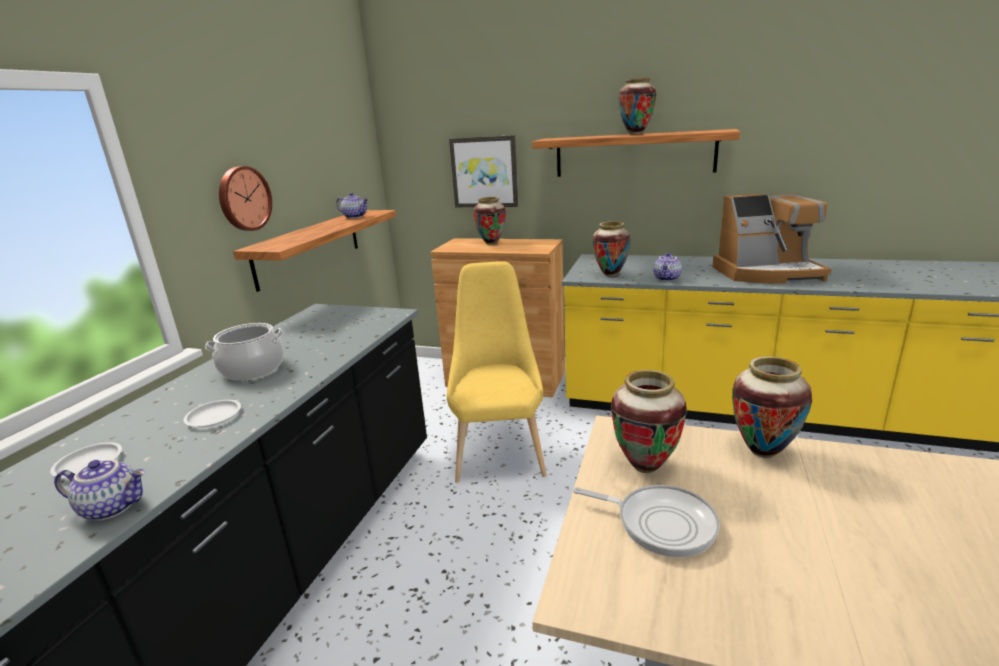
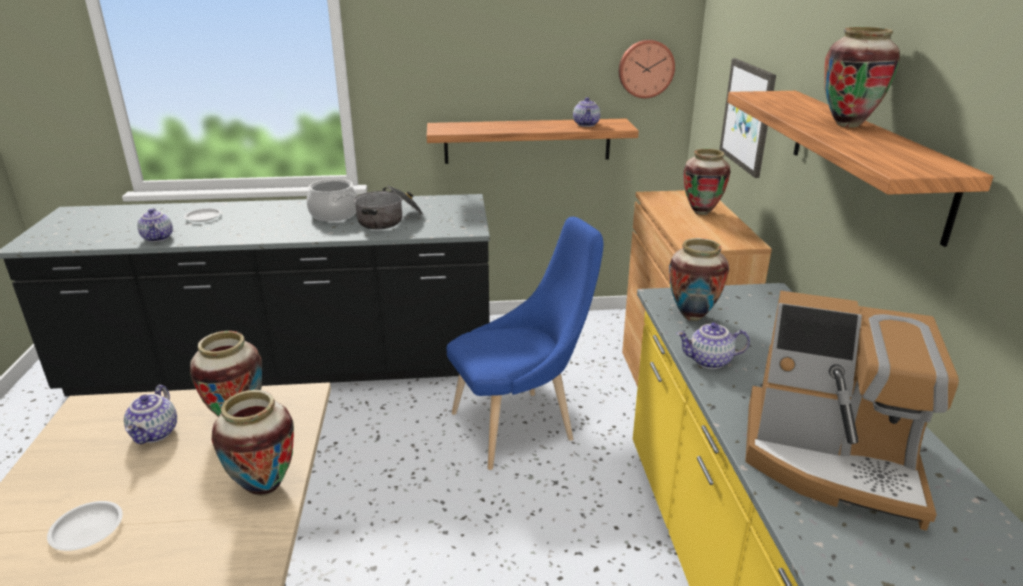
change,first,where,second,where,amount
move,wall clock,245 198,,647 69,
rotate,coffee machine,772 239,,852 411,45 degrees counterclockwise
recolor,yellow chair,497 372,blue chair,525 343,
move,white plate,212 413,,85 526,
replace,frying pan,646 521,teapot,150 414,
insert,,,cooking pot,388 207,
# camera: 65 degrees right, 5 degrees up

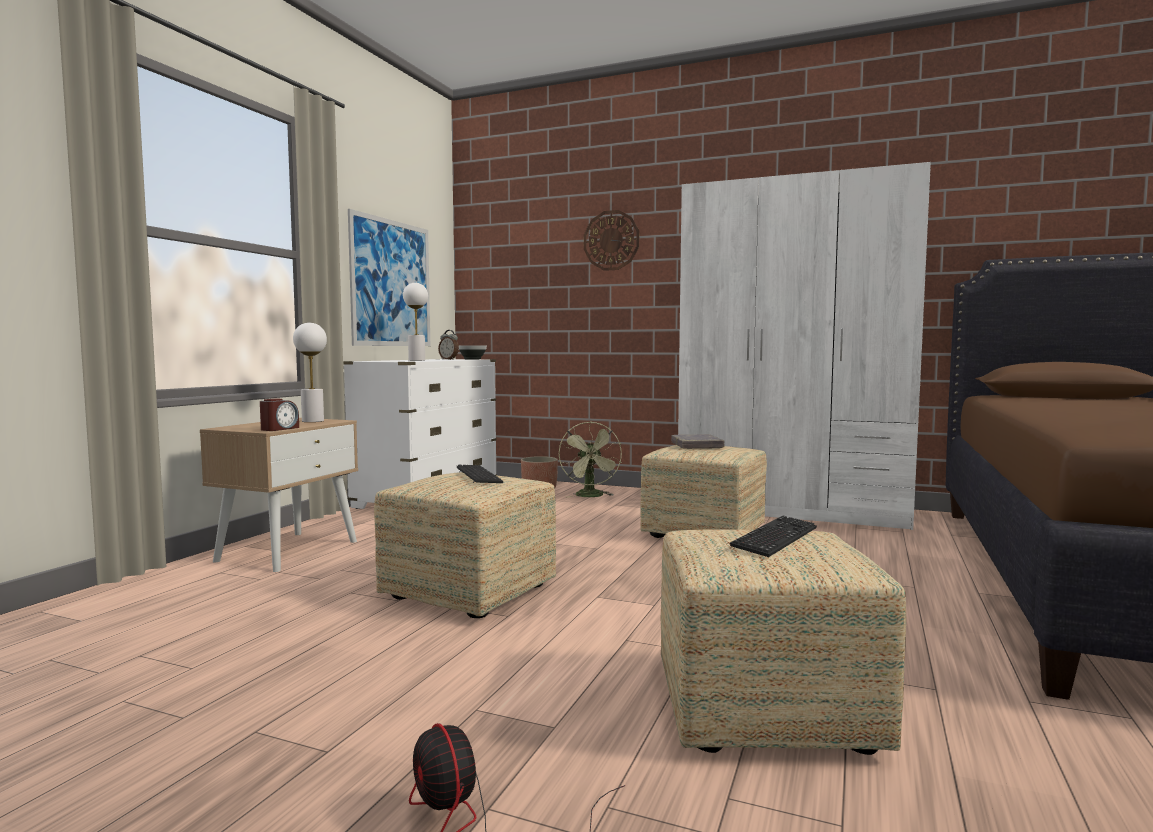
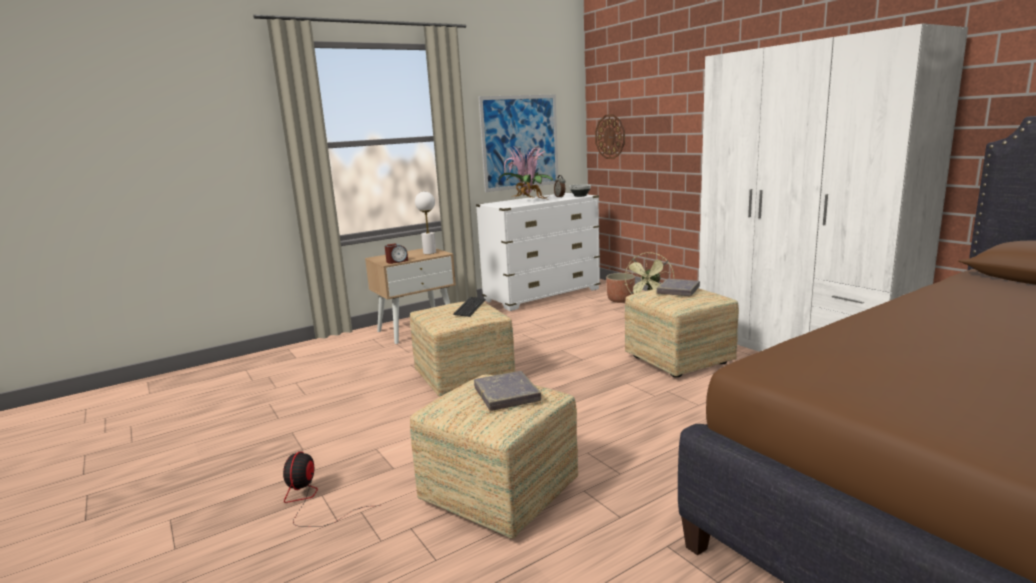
change,first,where,second,where,amount
move,wall clock,611 240,,610 136,
replace,white table lamp,415 322,potted plant,526 172,
replace,keyboard,773 536,grey book,507 391,
# camera: 35 degrees right, 10 degrees up

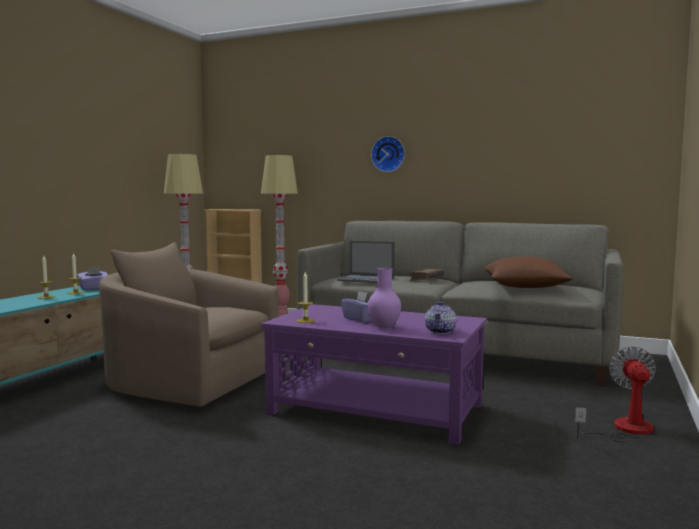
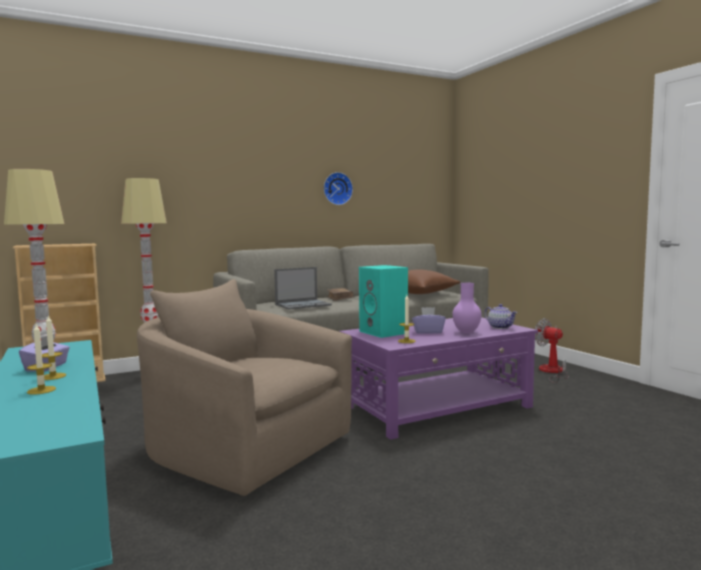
change,first,where,second,where,amount
move,wall clock,388 154,,338 188,
rotate,beige armchair,189 324,,244 387,60 degrees clockwise
insert,,,turquoise speaker,383 301,
# camera: 50 degrees left, 0 degrees up

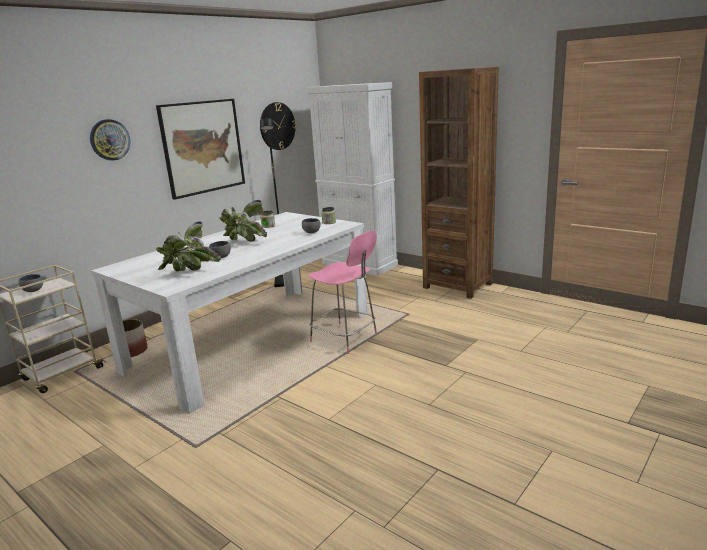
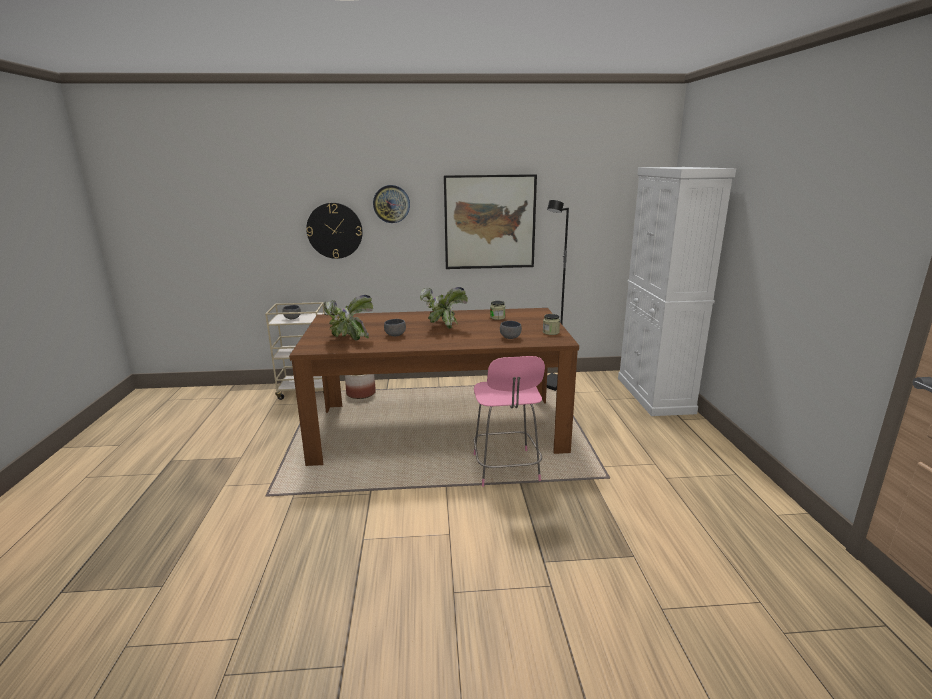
change,first,where,second,where,amount
delete,brown bookcase,459 183,,,
move,wall clock,278 126,,334 231,
recolor,white dining table,229 313,brown dining table,434 387,
# camera: 45 degrees right, 0 degrees up

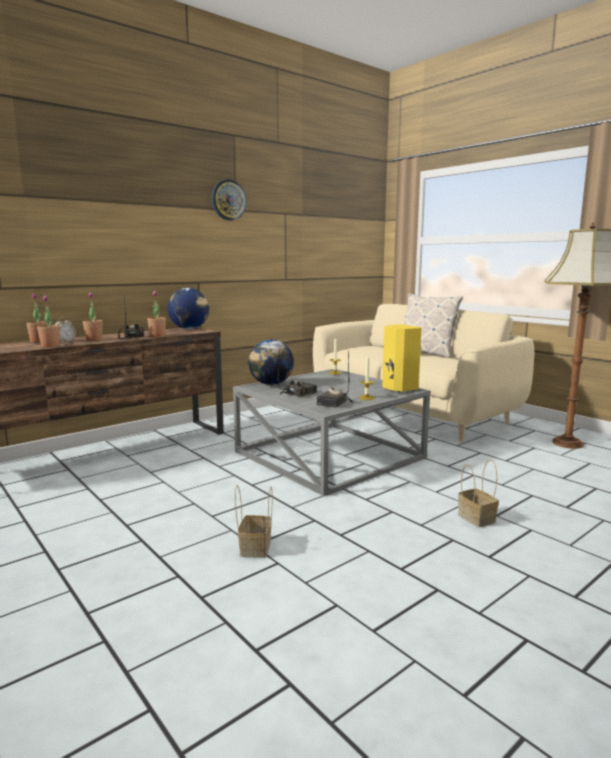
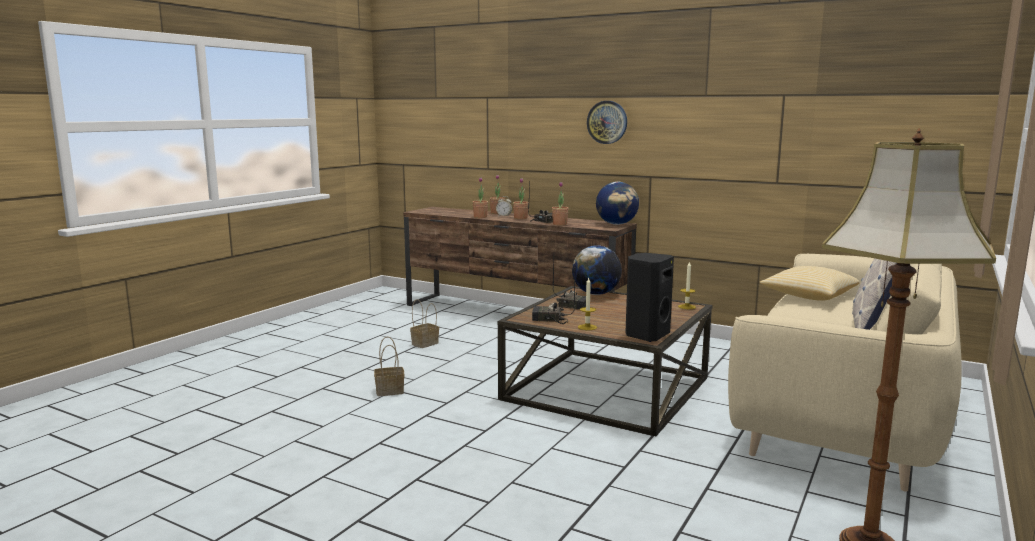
change,first,where,second,where,amount
move,wall clock,229 200,,607 122,
recolor,yellow speaker,402 358,black speaker,649 297,
recolor,grey coffee table,332 432,brown coffee table,605 361,
move,basket,478 493,,424 323,
insert,,,pillow,810 283,
# camera: 70 degrees right, 0 degrees up

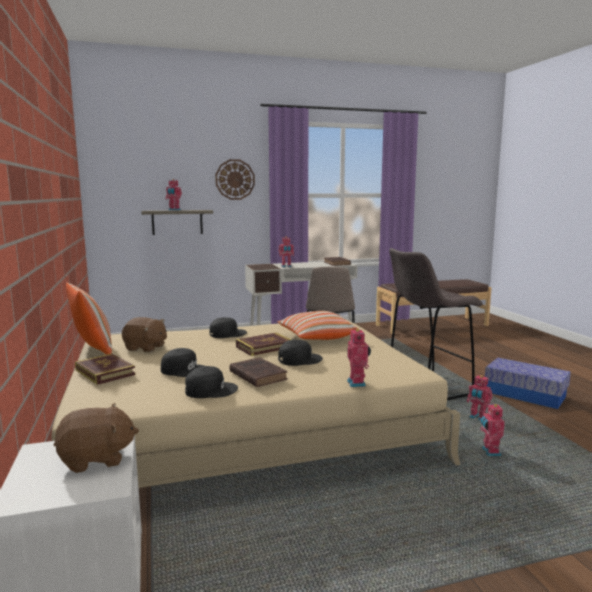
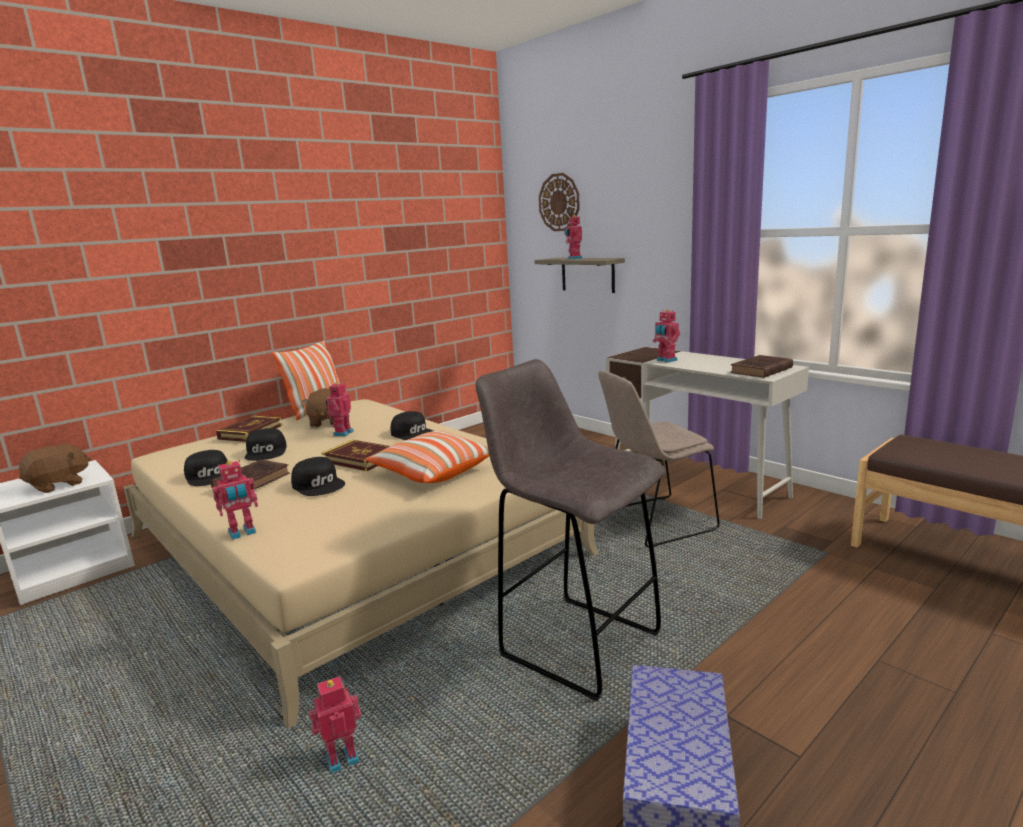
change,first,where,second,where,amount
move,wall clock,235 179,,559 202,
move,toy robot,480 397,,340 408,
rotate,brown plush toy,96 438,,55 468,90 degrees counterclockwise
# camera: 65 degrees right, 5 degrees up

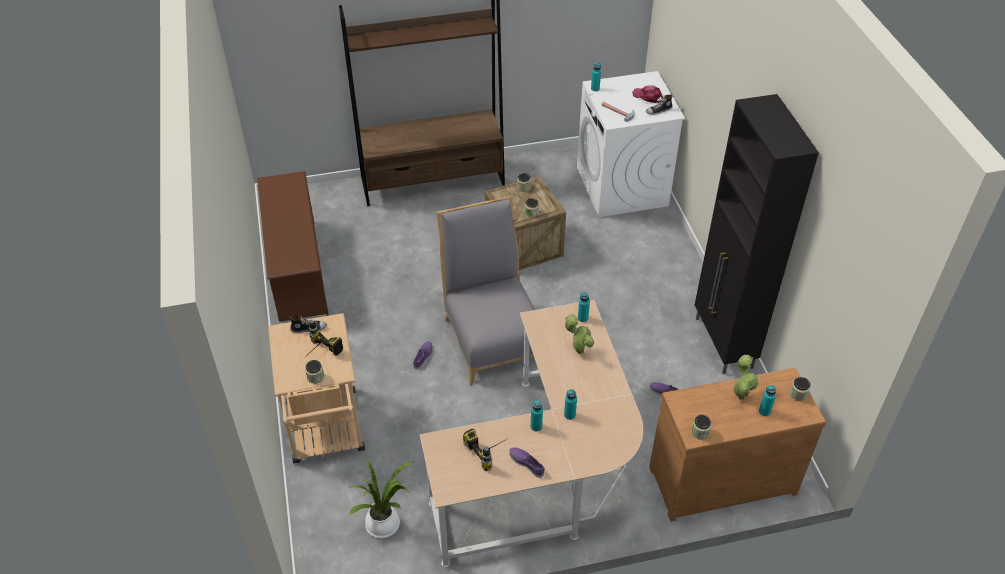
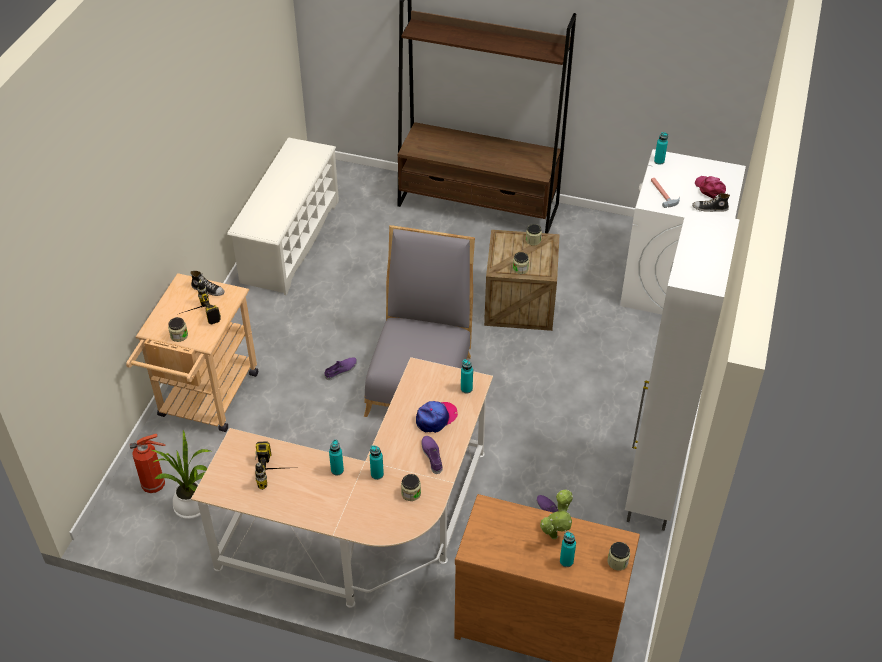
change,first,where,second,where,amount
recolor,black cabinet,757 234,white cabinet,682 370,
recolor,brown shoe rack,293 246,white shoe rack,283 216,
replace,potted plant,579 334,cap,437 417,
move,jar,701 427,,411 487,
move,purple shoe,527 462,,432 455,
insert,,,fire extinguisher,147 463,
# camera: 30 degrees right, 0 degrees up

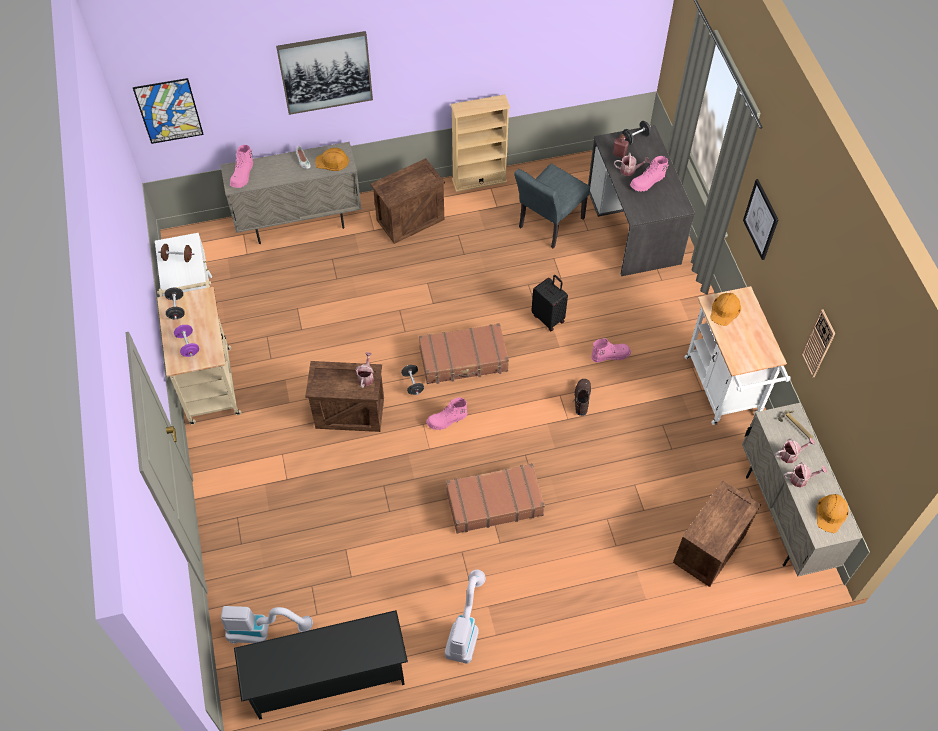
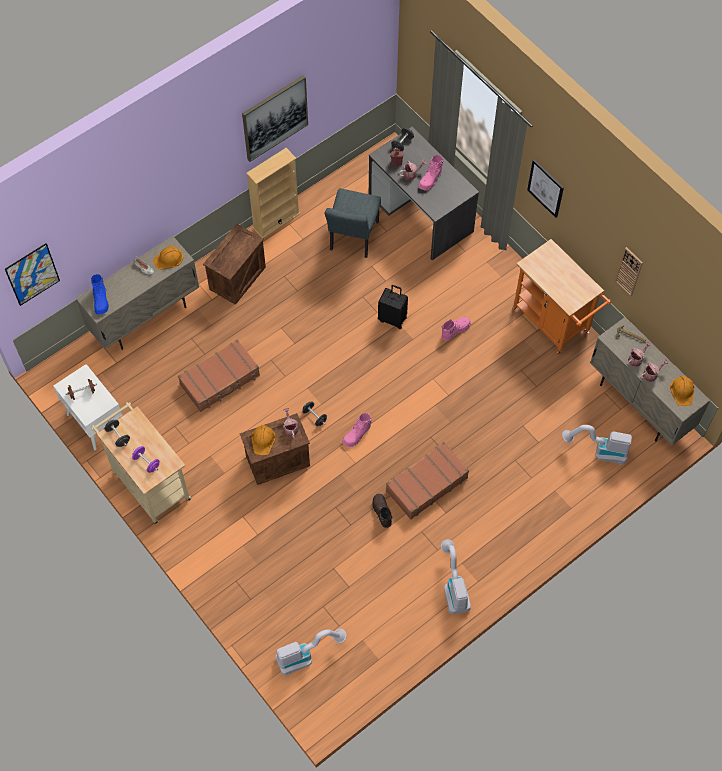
change,first,where,second,where,amount
move,picture,324 73,,275 118,
recolor,pink boot,241 166,blue boot,100 294,
recolor,white cart,737 355,orange cart,561 297,
move,orange hard hat,725 309,,264 440,
move,brown suitcase,464 353,,219 375,
move,brown boot,582 397,,382 511,
replace,crate,717 533,vacuum cleaner,597 445,
delete,black shoe rack,321 665,,,
# camera: 25 degrees left, 5 degrees up

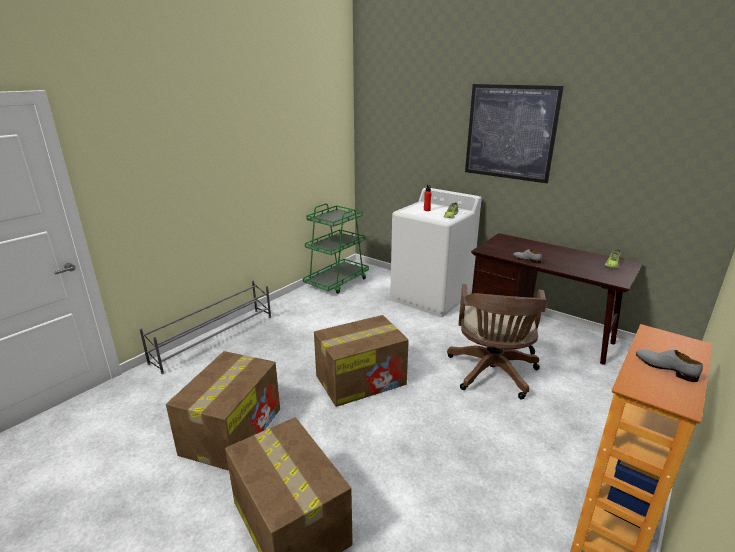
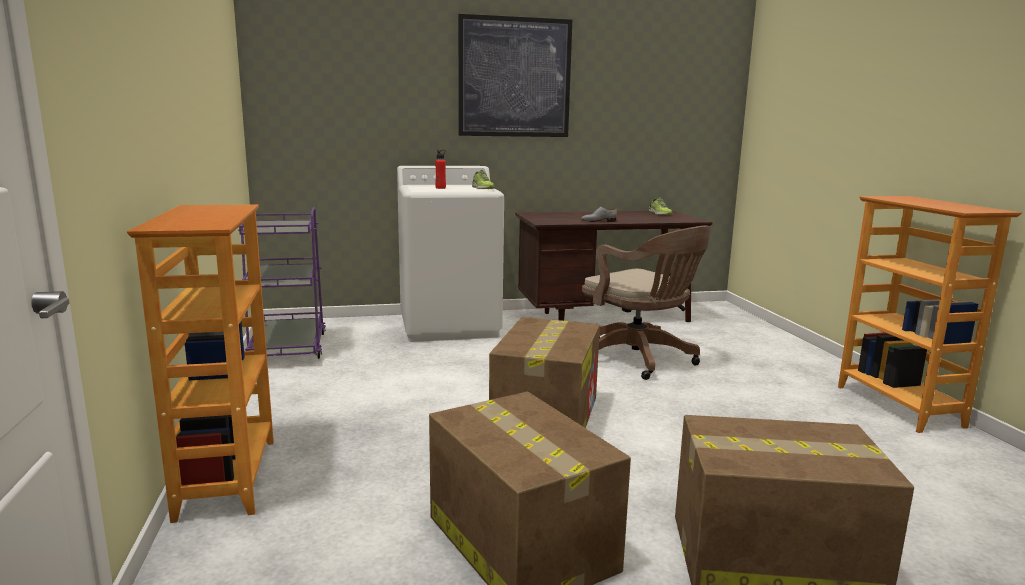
change,first,where,second,where,amount
recolor,green cart,336 248,purple cart,282 283,
replace,grey shoe rack,205 327,bookcase,200 363,
delete,grey shoe,669 366,,,
# camera: 50 degrees left, 10 degrees down

